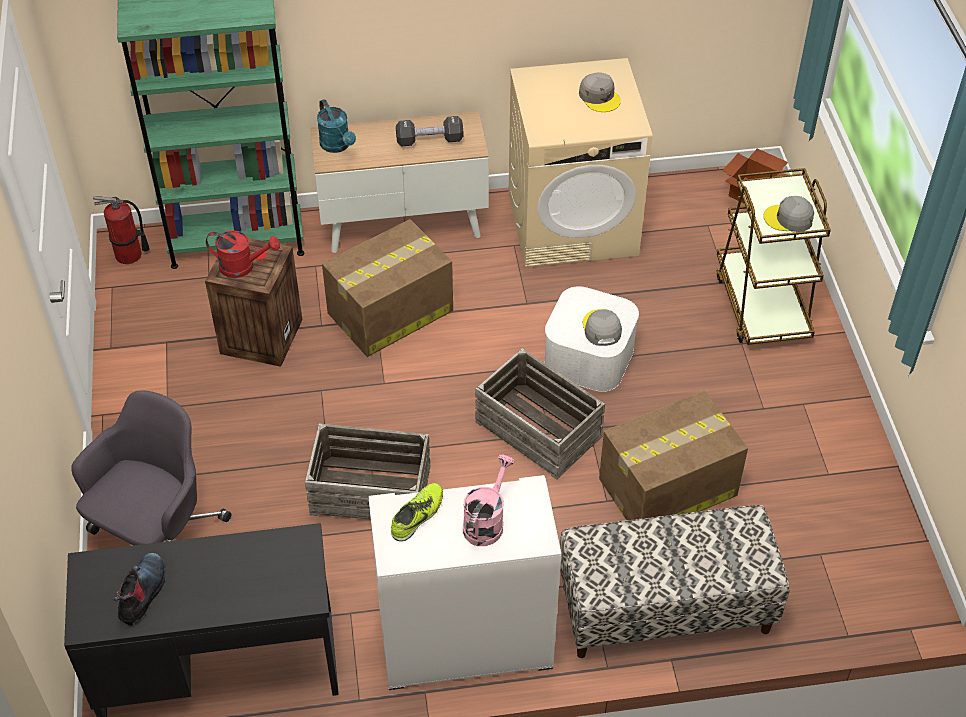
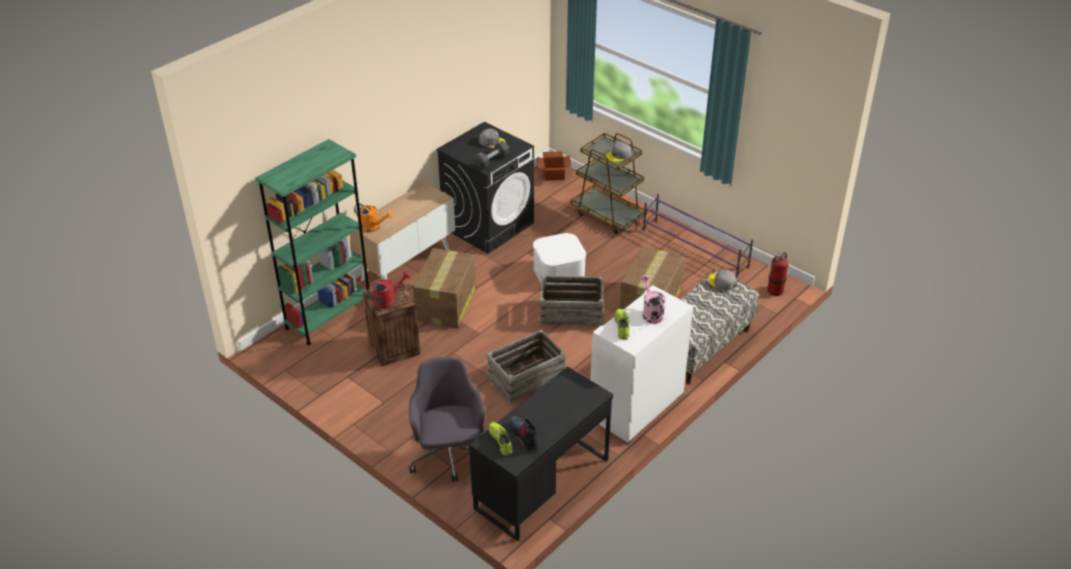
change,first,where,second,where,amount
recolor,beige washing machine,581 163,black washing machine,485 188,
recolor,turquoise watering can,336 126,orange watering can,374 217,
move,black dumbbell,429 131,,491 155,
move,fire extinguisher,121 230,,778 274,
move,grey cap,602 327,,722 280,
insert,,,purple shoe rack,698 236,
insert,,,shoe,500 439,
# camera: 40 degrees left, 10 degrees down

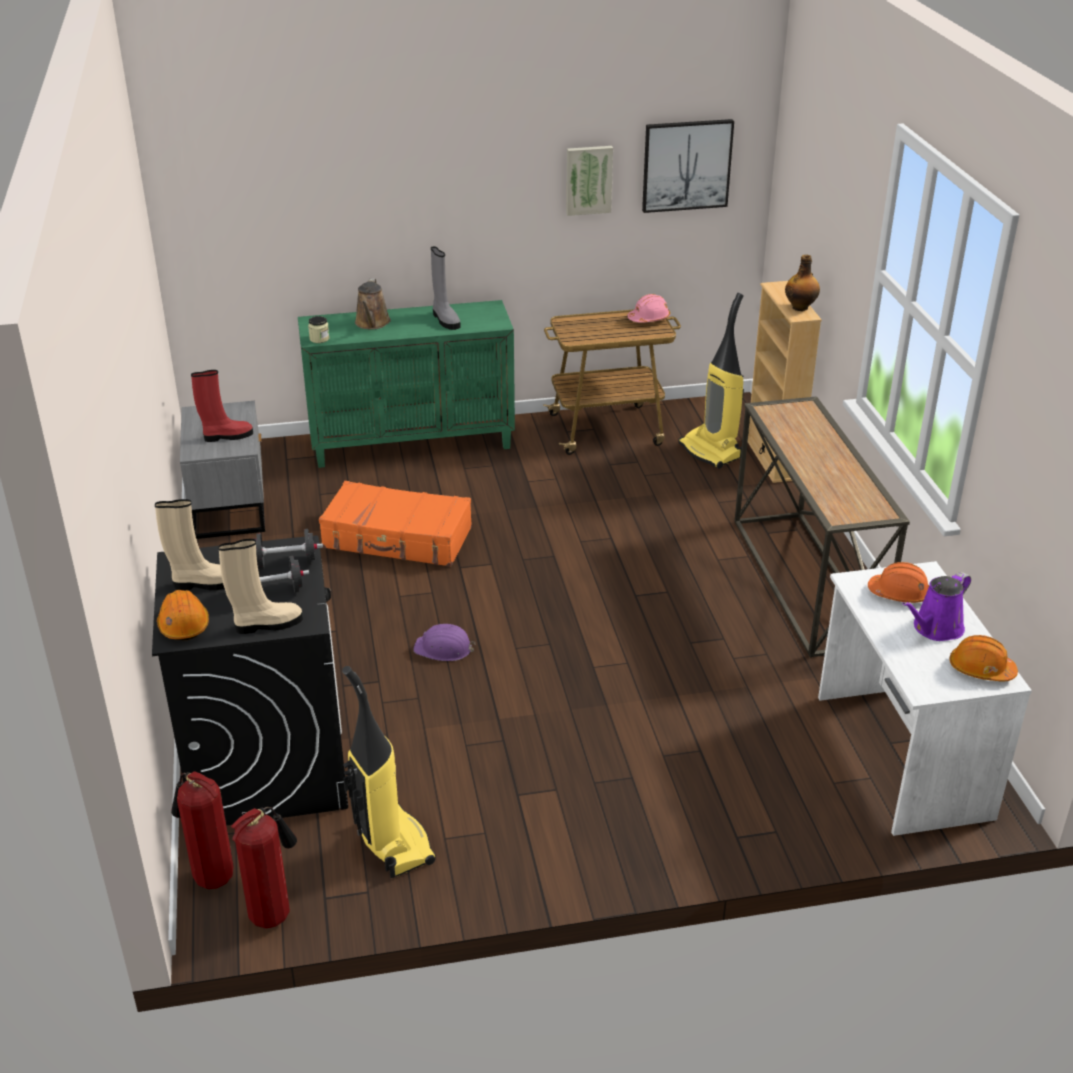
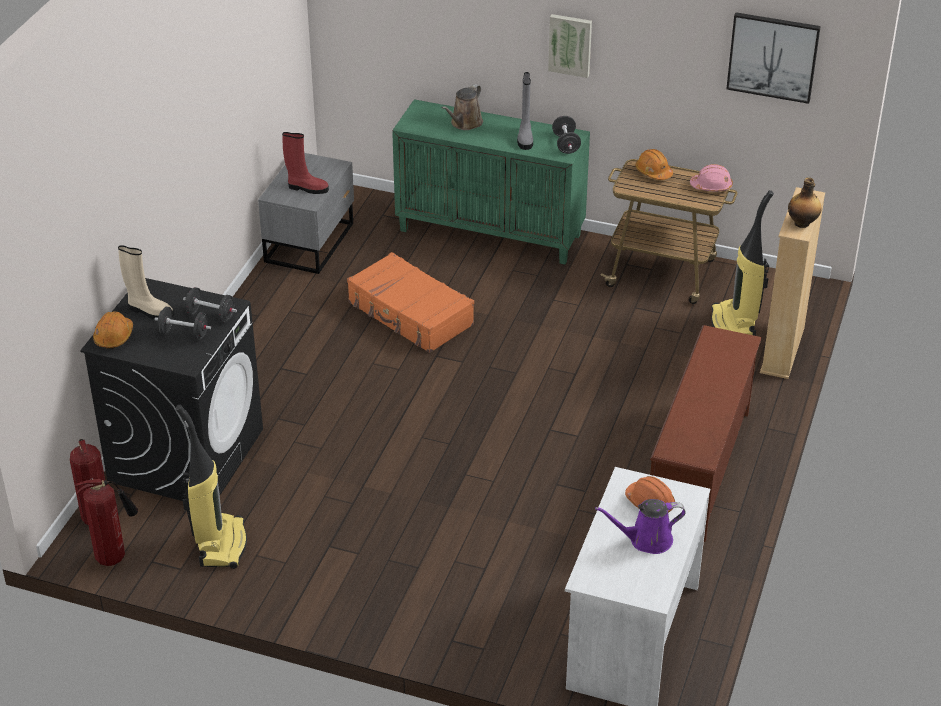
change,first,where,second,where,amount
move,picture,589 181,,570 46,
delete,jar,318 329,,,
replace,console table,822 526,brown shoe rack,706 433,
delete,beige boot,260 586,,,
delete,purple hard hat,444 642,,,
move,orange hard hat,984 658,,654 164,
insert,,,black dumbbell,566 135,
# camera: 30 degrees right, 5 degrees up

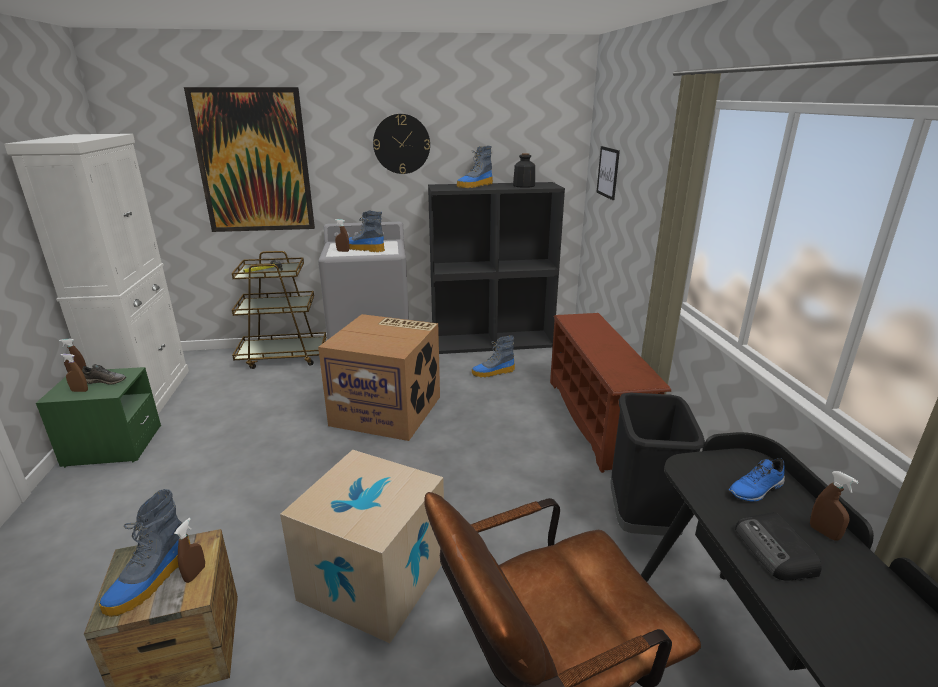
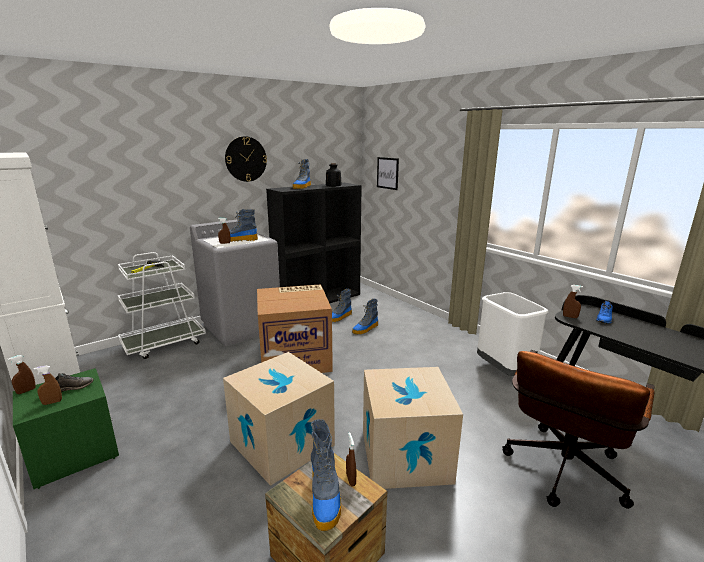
change,first,where,second,where,amount
delete,picture,249 159,,,
recolor,brown cart,279 310,white cart,162 305,
delete,brown shoe rack,610 393,,,
recolor,black trash can,658 464,white trash can,512 334,
move,brown spray bottle,834 506,,573 301,
delete,radio,778 546,,,
insert,,,boot,365 317,
insert,,,cardboard box,279 419,
# camera: 30 degrees left, 5 degrees down

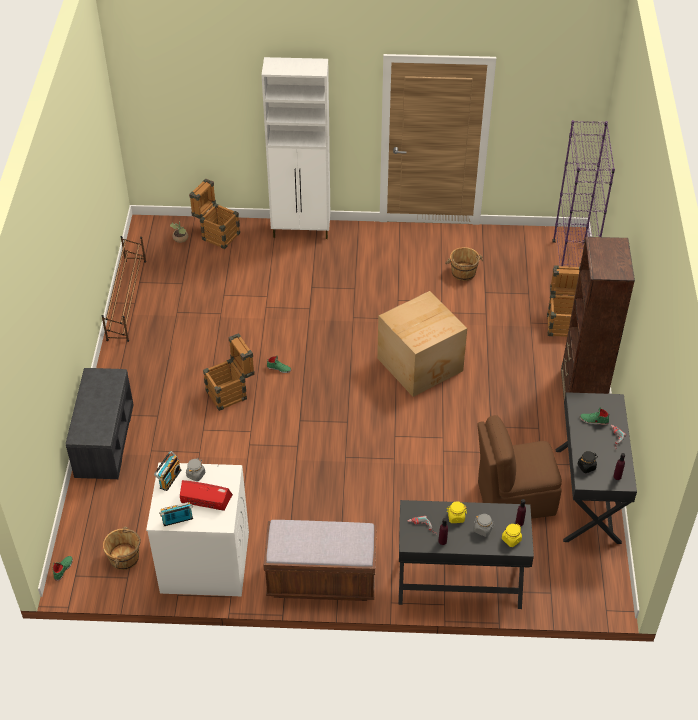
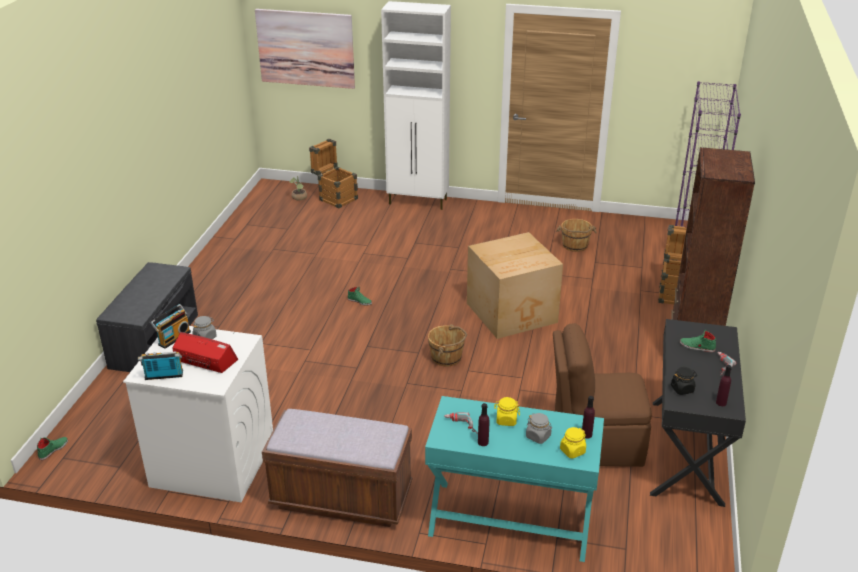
change,first,where,second,where,amount
delete,brown shoe rack,124 289,,,
delete,crate,229 372,,,
recolor,black desk,466 554,turquoise desk,514 479,
move,brown bucket,122 548,,447 345,
insert,,,picture,305 49,
# camera: 10 degrees right, 15 degrees down

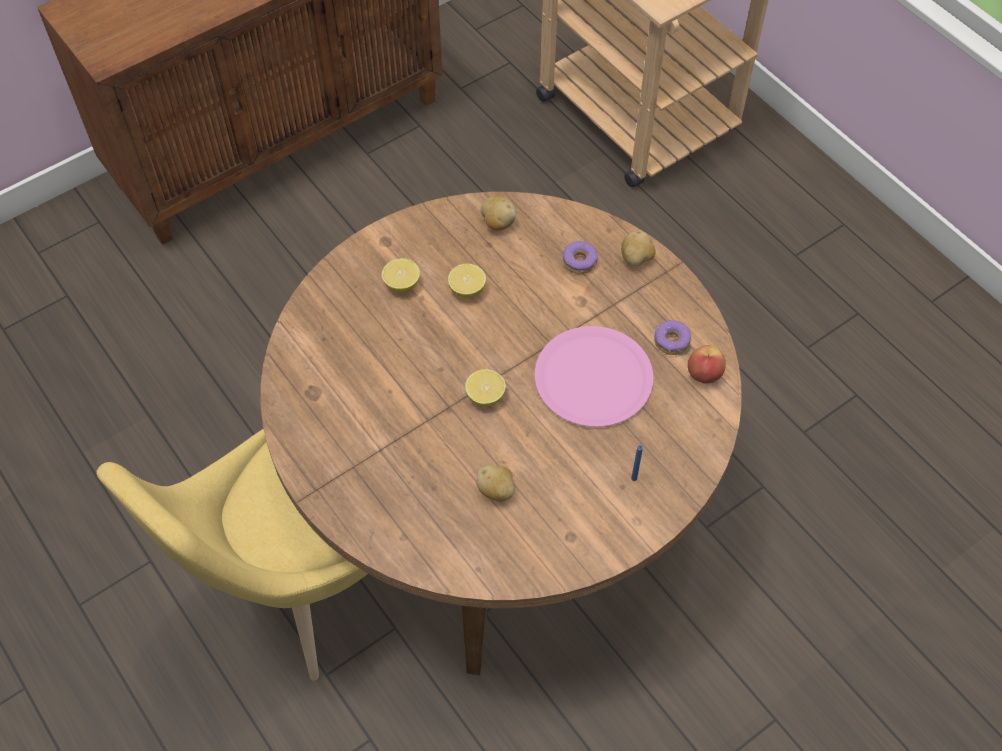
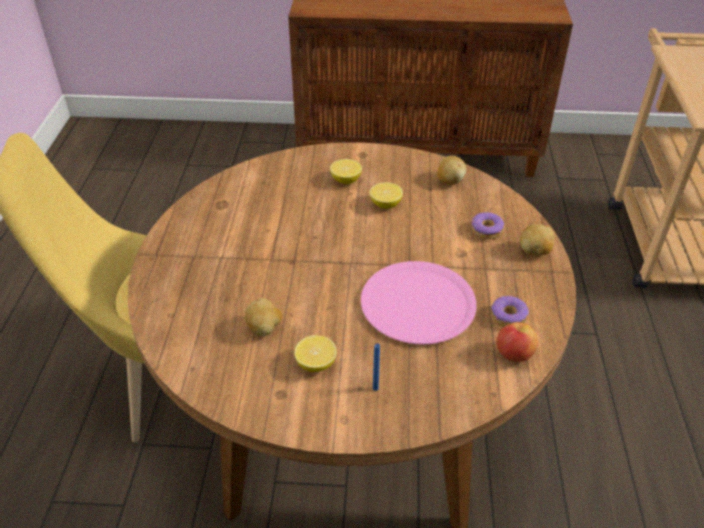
change,first,where,second,where,amount
move,lemon,485 388,,315 353,
# camera: 40 degrees right, 15 degrees down

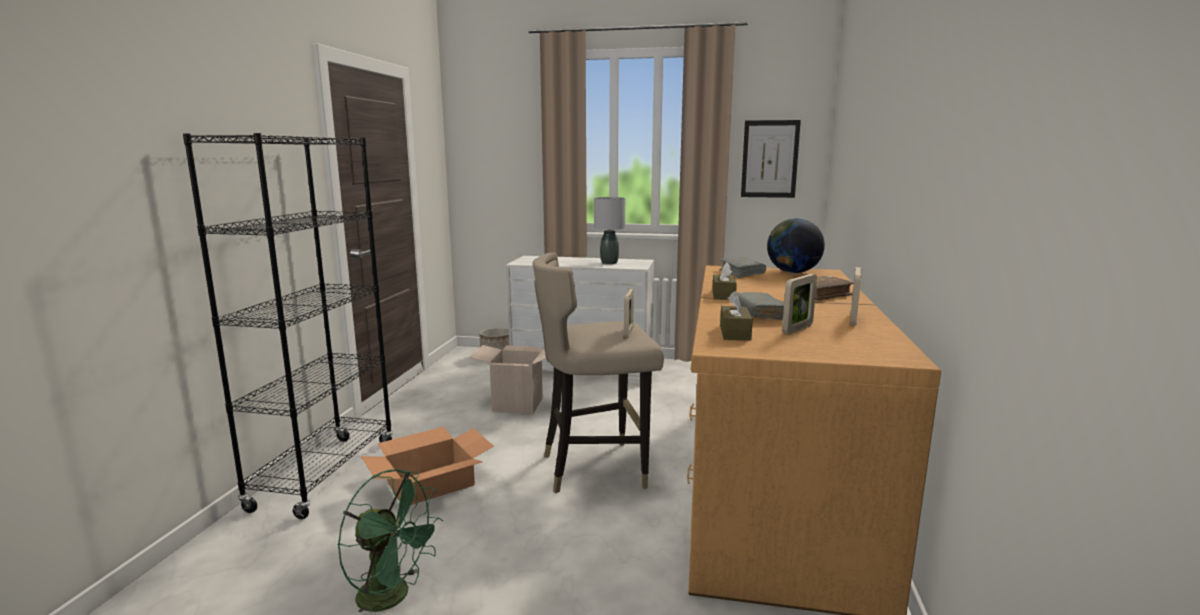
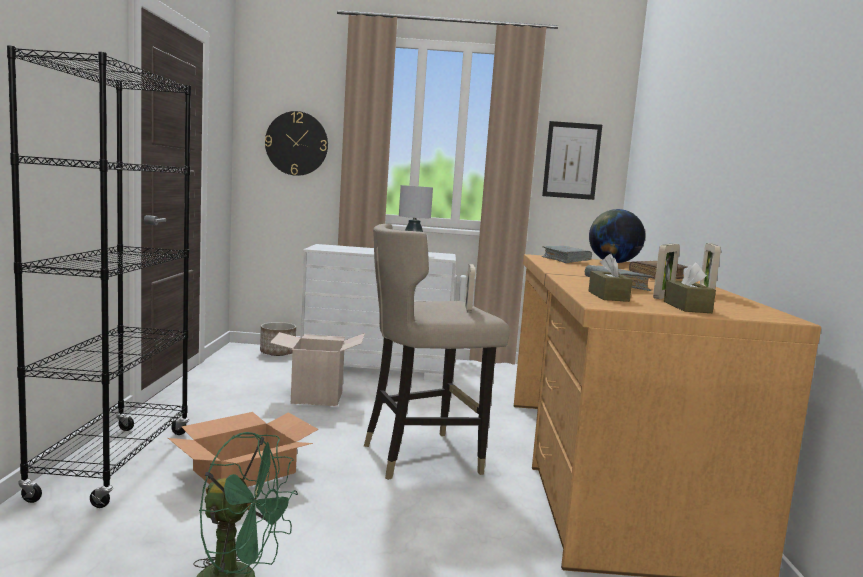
change,first,where,second,where,amount
move,brown tissue box,724 281,,690 288,
insert,,,wall clock,296 143,
# camera: 10 degrees left, 5 degrees down

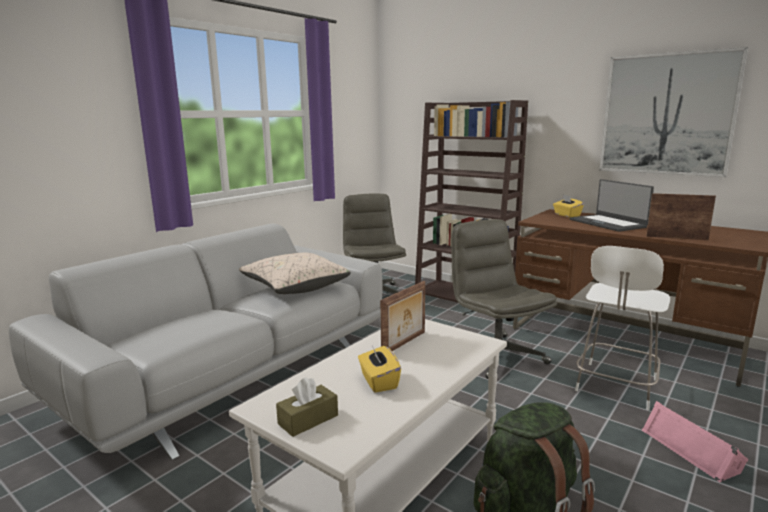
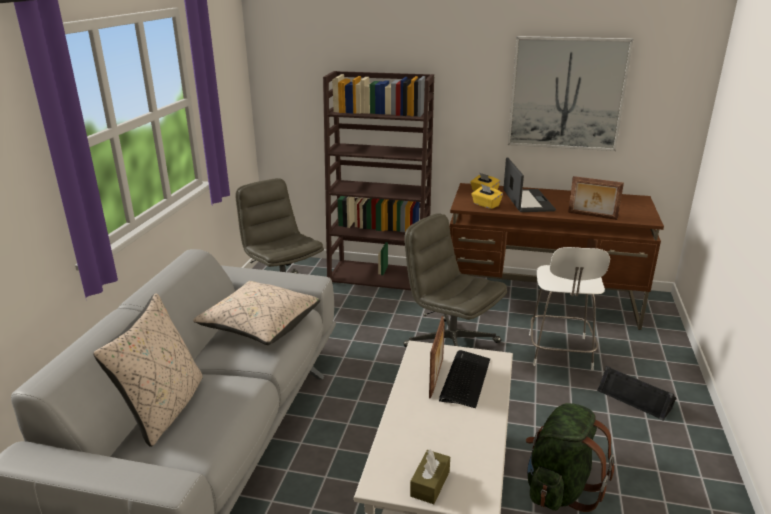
change,first,where,second,where,amount
rotate,laptop,612 205,,529 185,135 degrees counterclockwise
rotate,picture frame,681 216,,596 198,150 degrees counterclockwise
move,yellow tissue box,379 369,,487 196,
recolor,pink speaker,695 441,black speaker,636 393,
insert,,,beige pillow,148 370,
insert,,,keyboard,464 379,
# camera: 25 degrees left, 10 degrees up

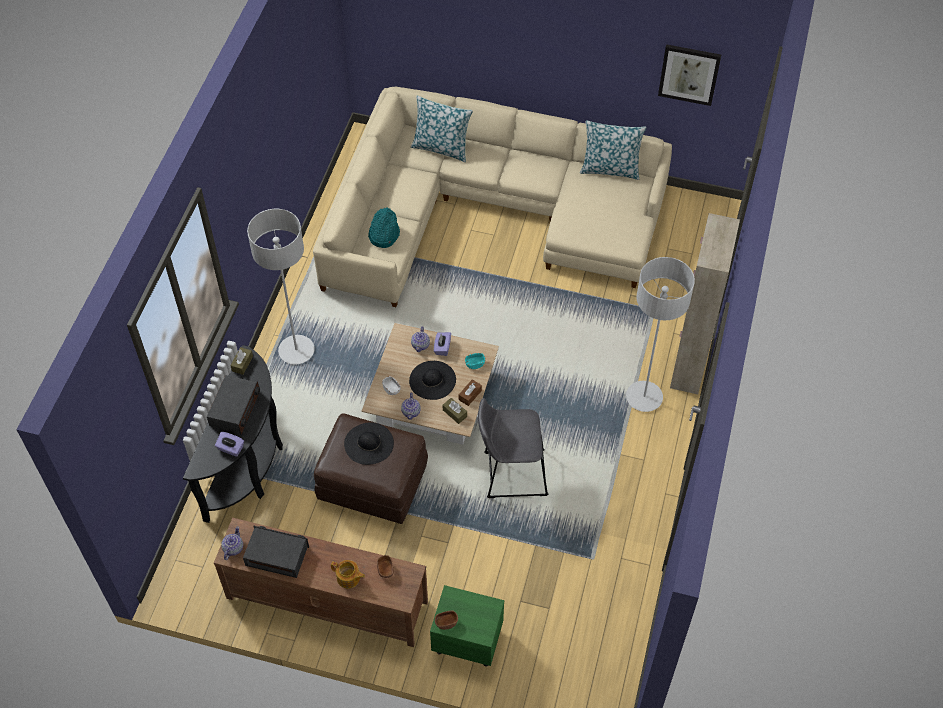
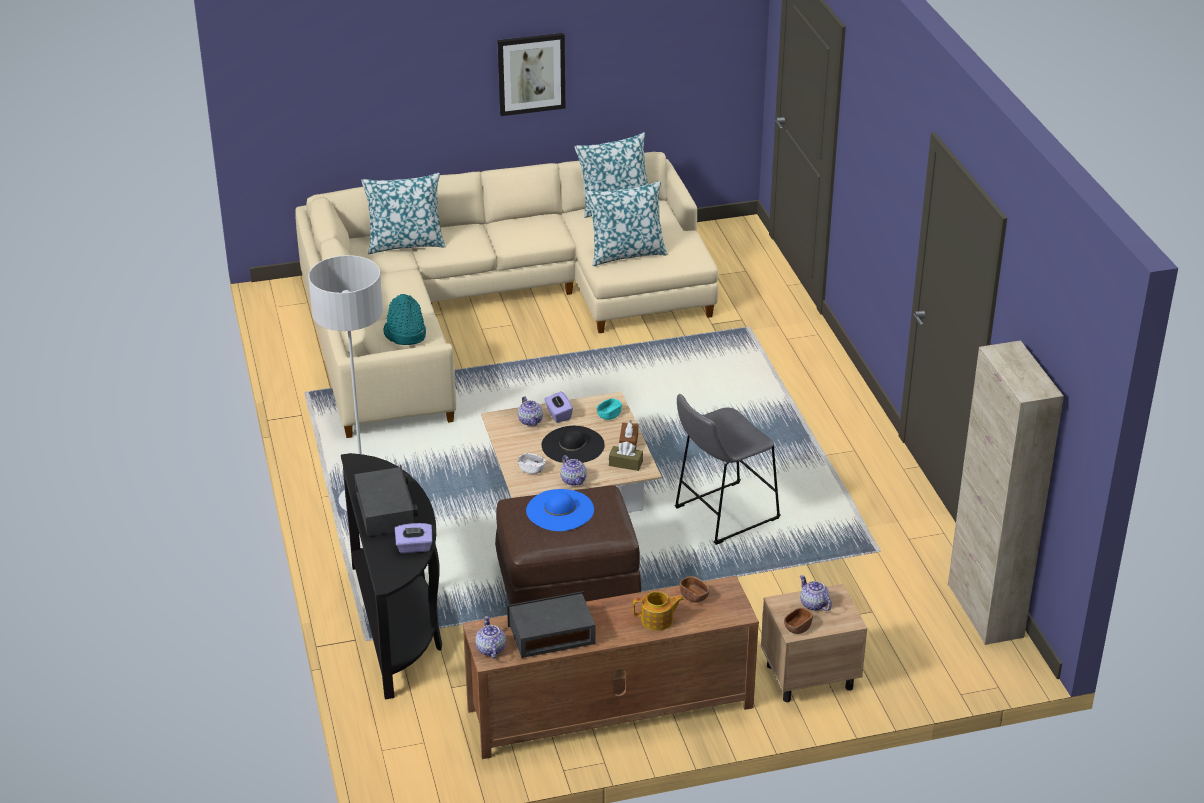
change,first,where,second,where,amount
move,picture,689 75,,531 74,
move,beige cabinet,705 303,,1006 492,
delete,grey floor lamp,660 334,,,
delete,brown tissue box,241 361,,,
recolor,black hat,369 443,blue hat,560 510,
recolor,green nightstand,467 626,beige nightstand,814 643,
insert,,,pillow,626 223,
insert,,,teapot,816 593,
# camera: 30 degrees left, 20 degrees down

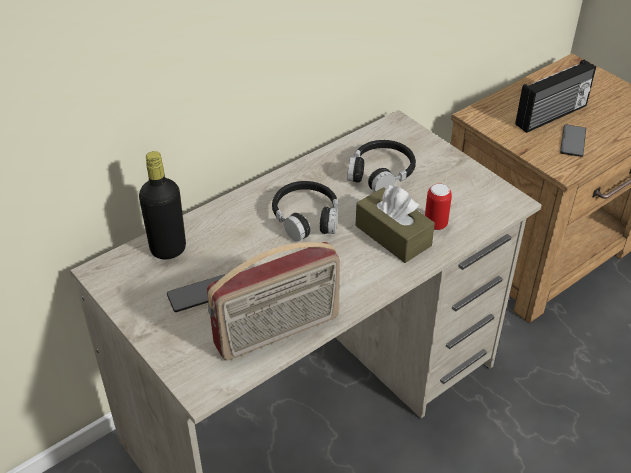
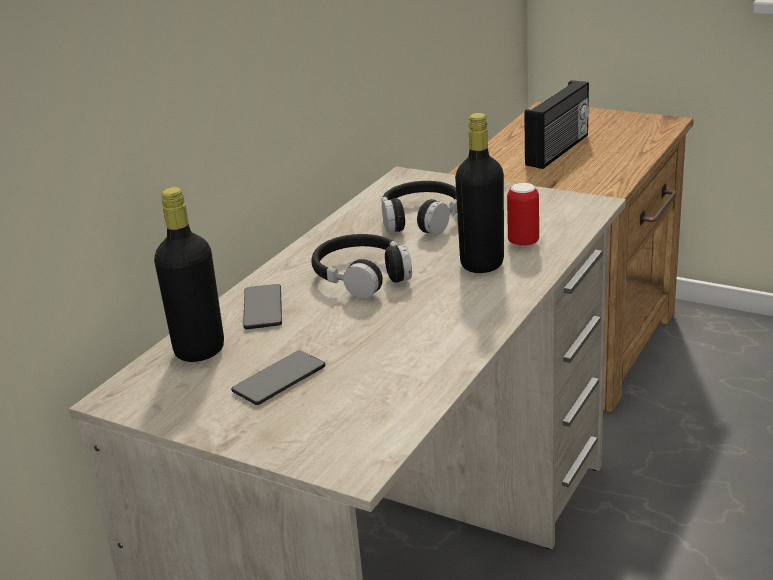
change,first,where,second,where,amount
move,phone,573 140,,262 306,
replace,brown tissue box,395 224,black bottle,479 193,
delete,radio,273 301,,,
# camera: 20 degrees left, 15 degrees down

